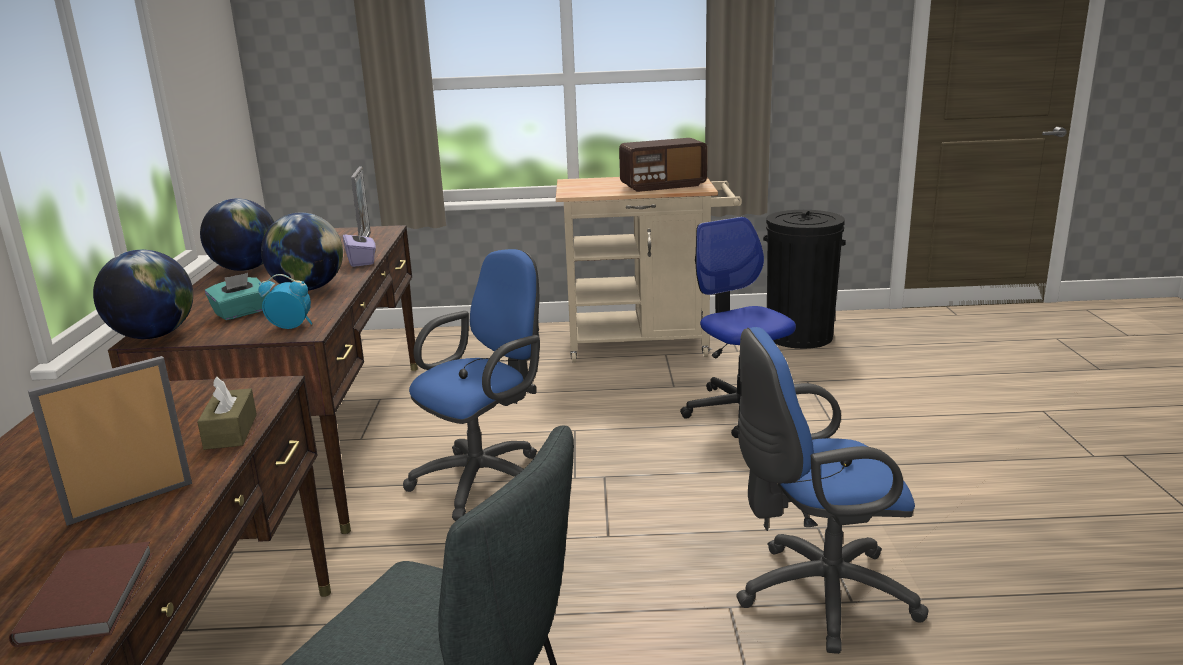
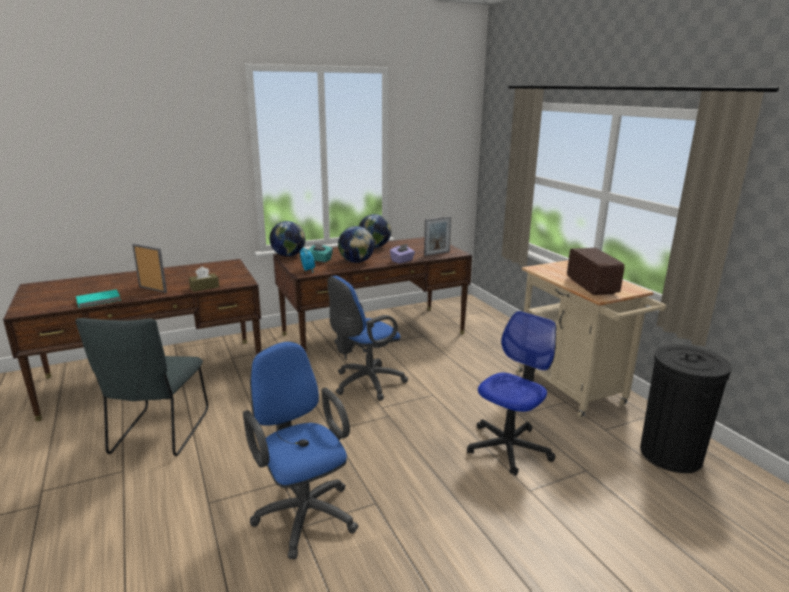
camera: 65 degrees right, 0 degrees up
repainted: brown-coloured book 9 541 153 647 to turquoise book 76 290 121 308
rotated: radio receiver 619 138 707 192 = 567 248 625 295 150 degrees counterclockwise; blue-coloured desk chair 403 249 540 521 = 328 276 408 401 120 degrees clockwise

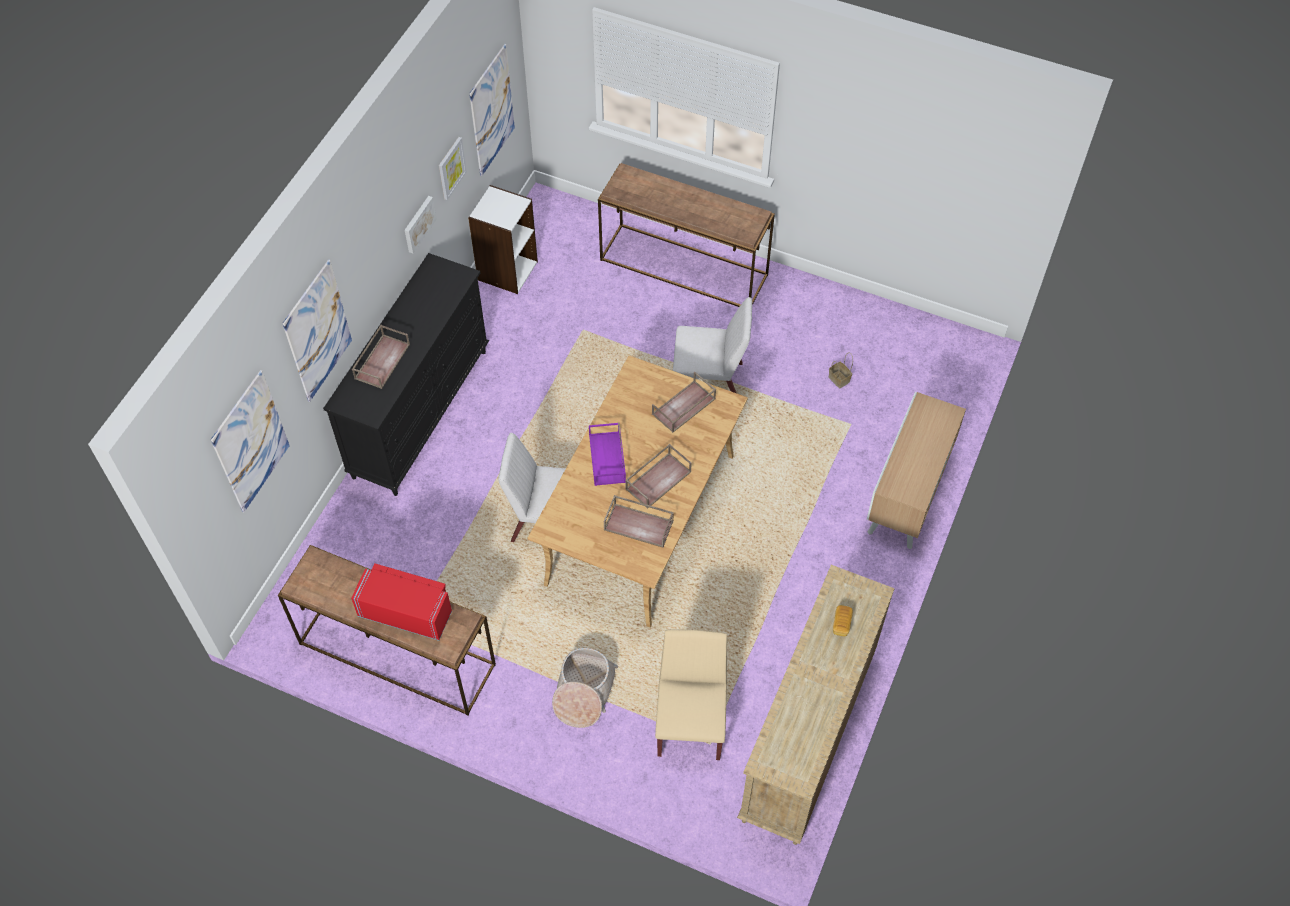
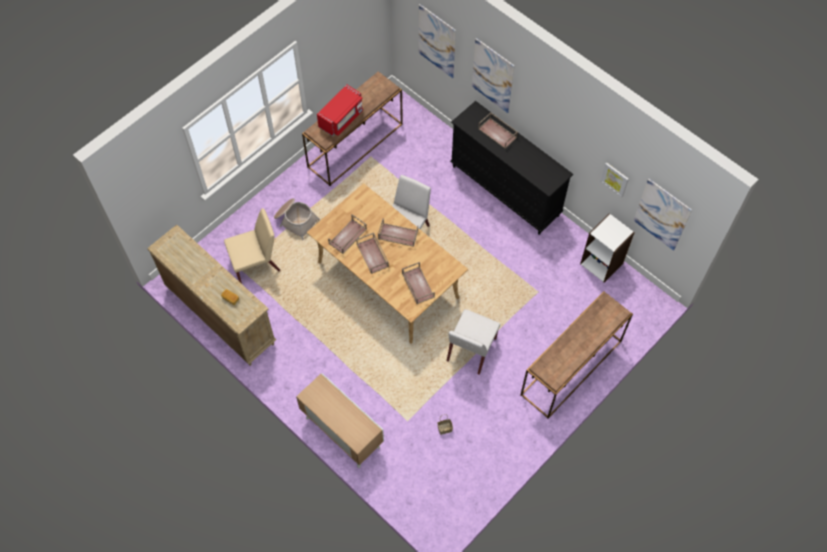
camera: 110 degrees right, 5 degrees up
gone: wall picture 405 196 437 253
repainted: purple-coloured carrying tray 589 423 626 486 to brown-coloured carrying tray 378 218 418 247
rotated: beige plain chair 655 629 727 760 = 224 208 280 284 45 degrees counterclockwise

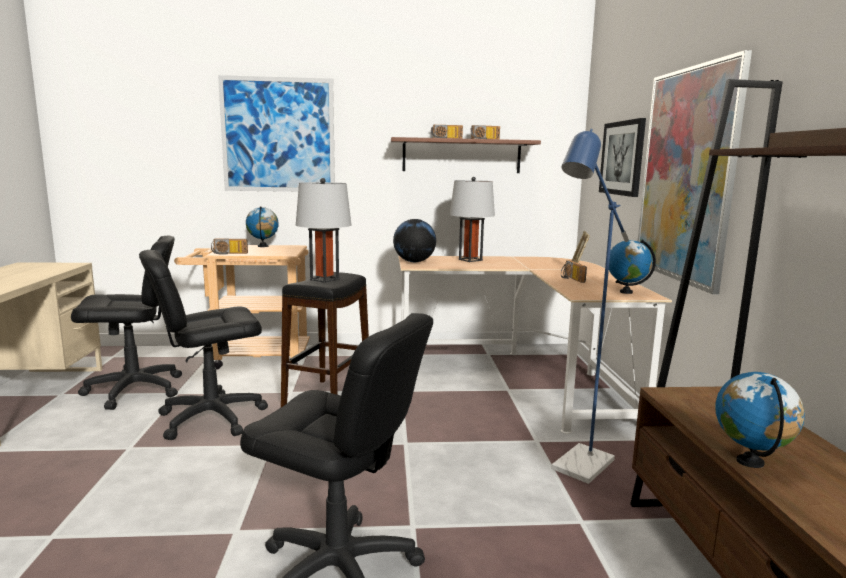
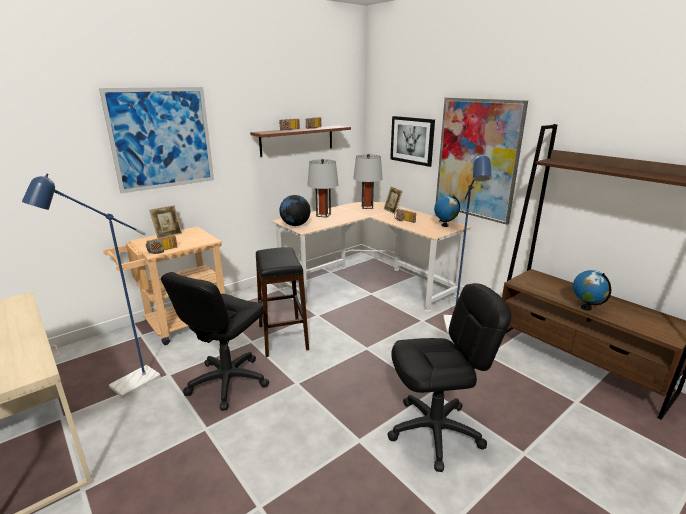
camera: 35 degrees left, 10 degrees up
shifted: greyish tabletop lamp 296 178 351 283 to 353 154 383 209
swapped: globe 246 206 279 247 to picture frame 149 205 182 238; blackish desk chair 71 236 182 410 to blue-coloured standard lamp 22 174 161 398

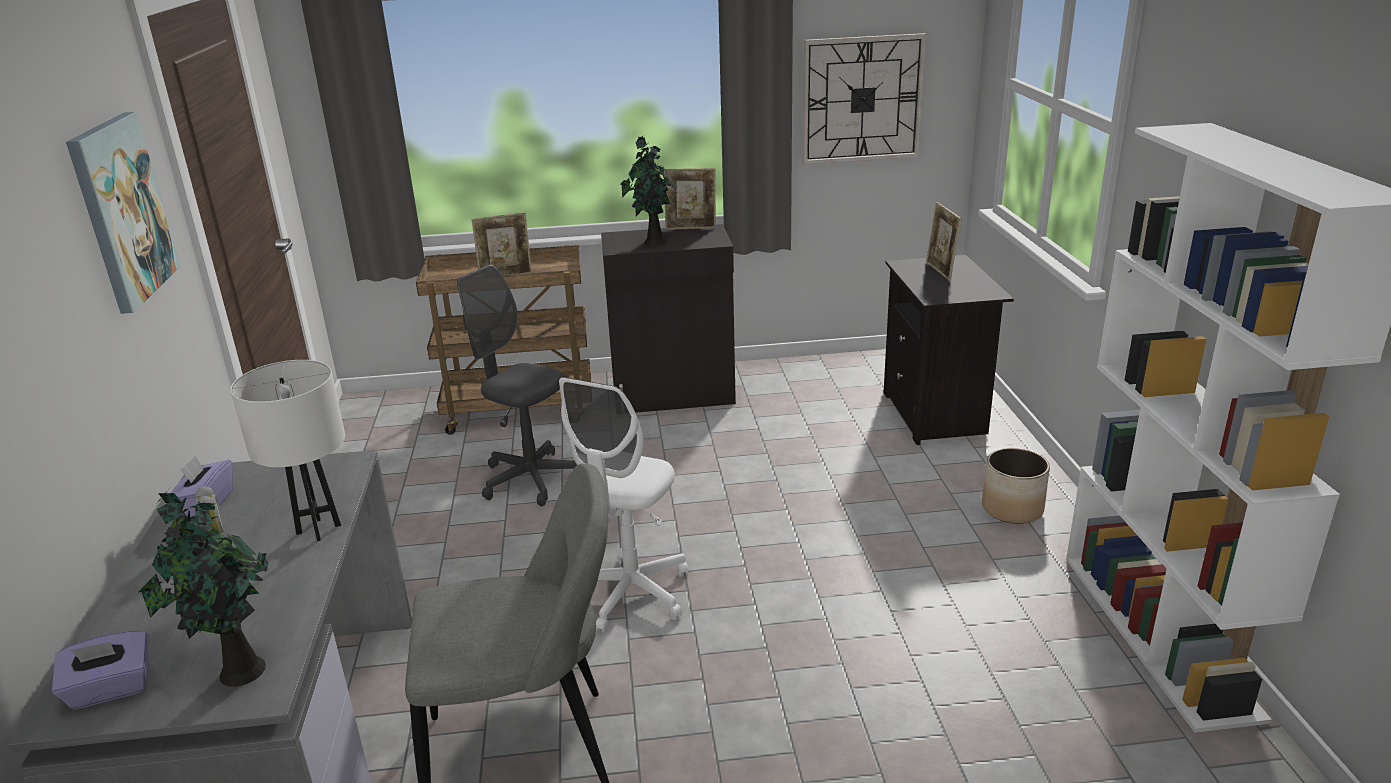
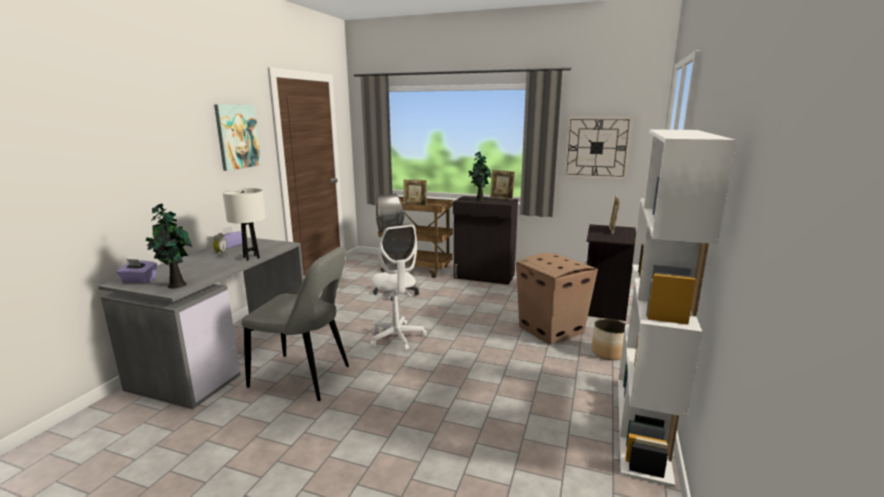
camera: 25 degrees right, 10 degrees down
new: packing box 516 253 598 345
rotated: whitish desk chair 559 377 688 632 = 370 225 427 351 75 degrees counterclockwise

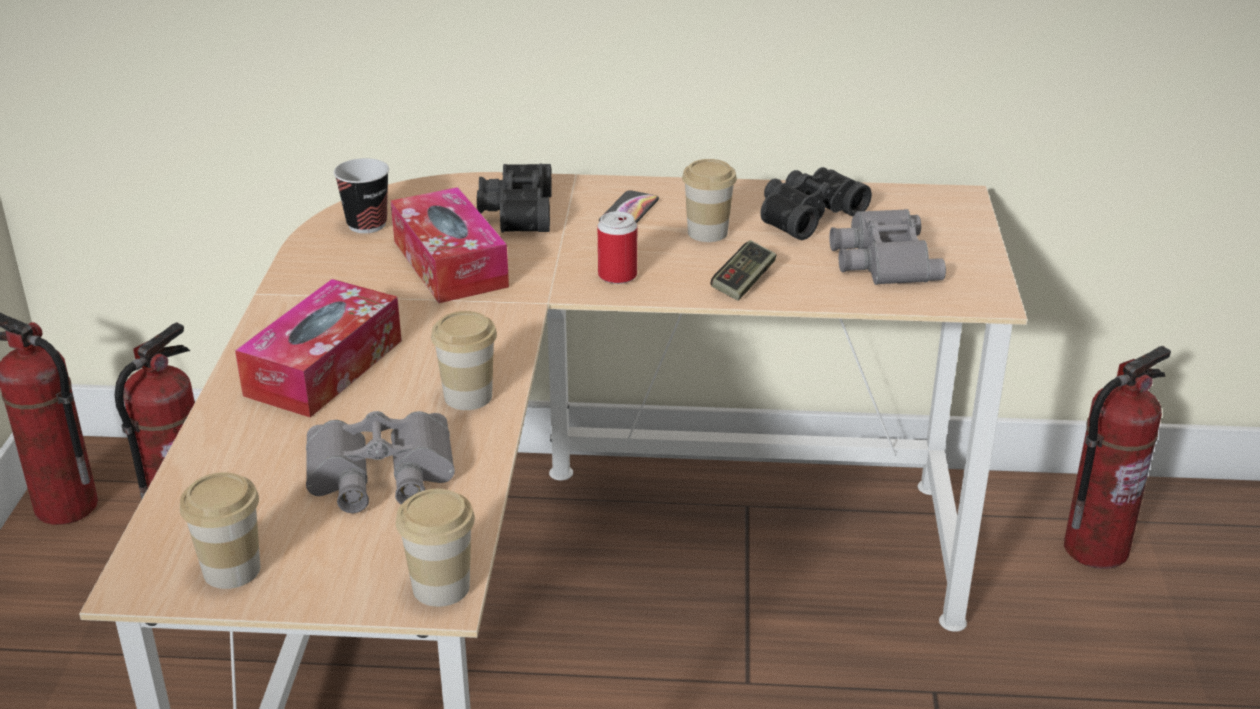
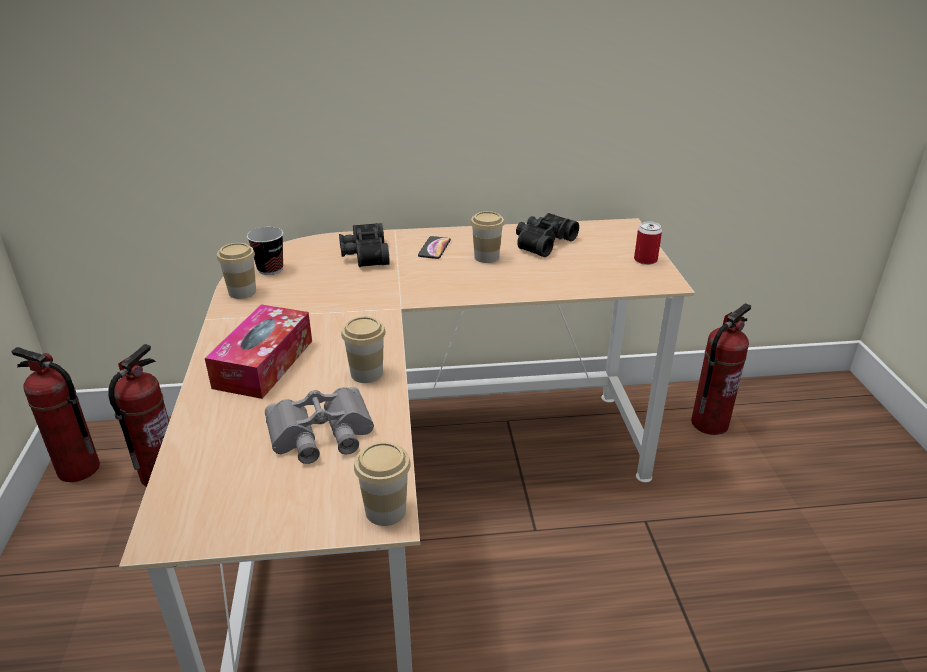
camera: 10 degrees left, 0 degrees up
gone: box of tissues 391 187 509 303; greyish pair of binoculars 829 209 946 285; joypad 711 240 777 301
shifted: sealed can 598 211 637 284 to 634 221 662 265; cup 180 472 260 589 to 217 243 256 299

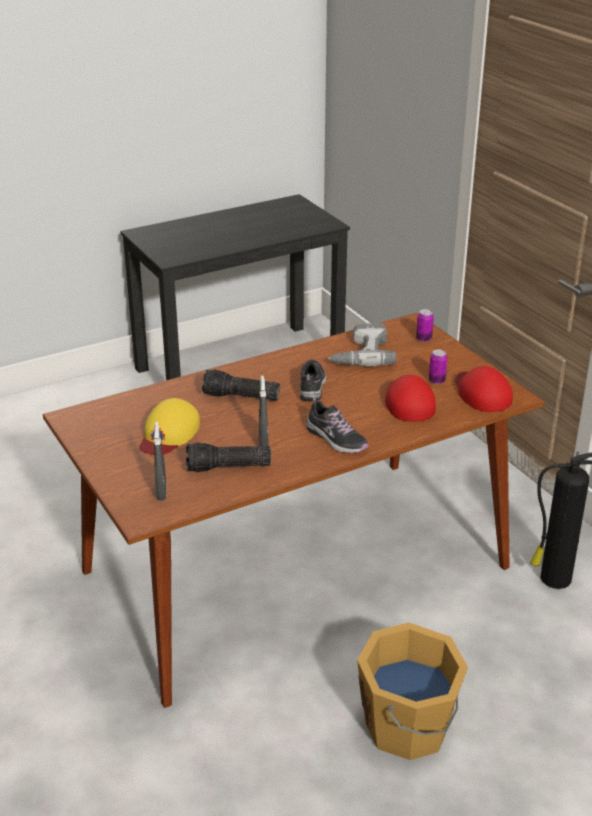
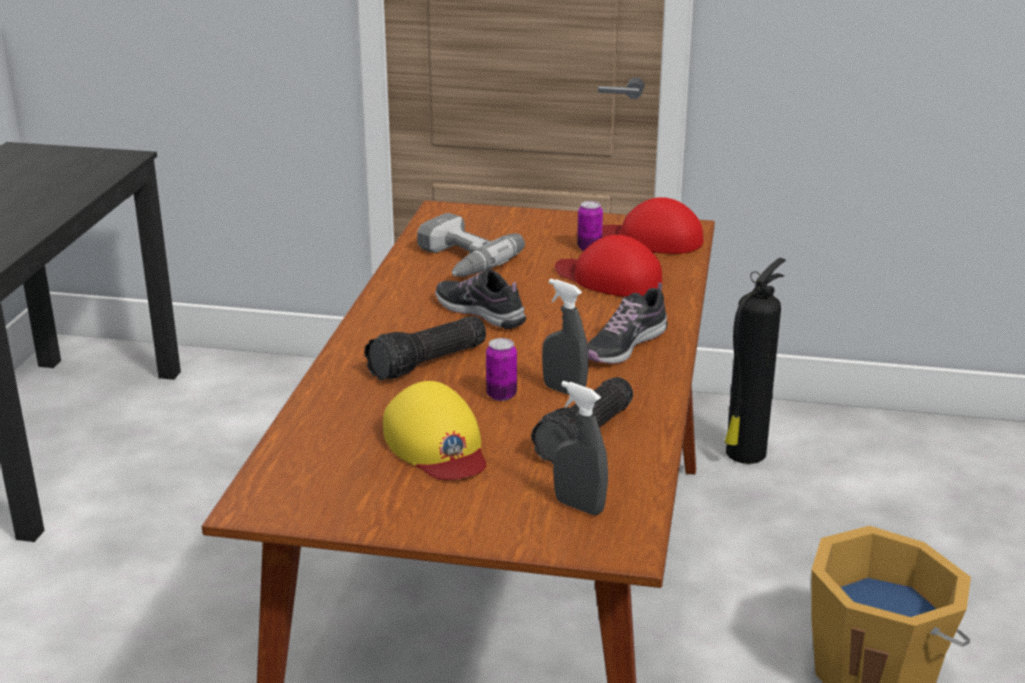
camera: 50 degrees left, 5 degrees down
shifted: sealed can 416 309 434 342 to 486 338 517 401
rotated: shoe 306 397 369 453 = 587 283 668 364 135 degrees clockwise

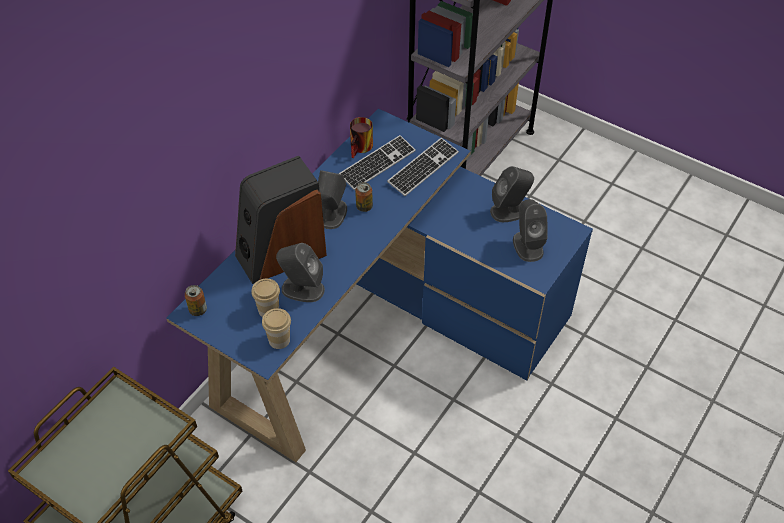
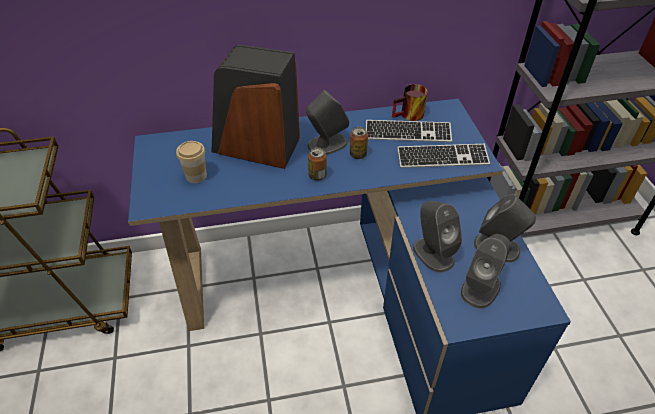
camera: 45 degrees right, 5 degrees down
gone: cup 262 308 291 349
shifted: greyish loudspeaker 276 243 325 302 to 413 201 462 273; sealed can 185 285 207 316 to 308 147 327 181

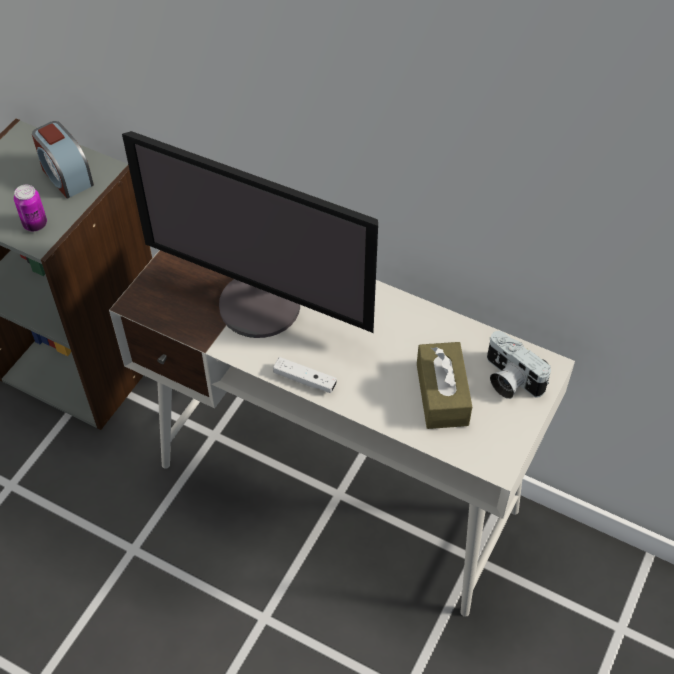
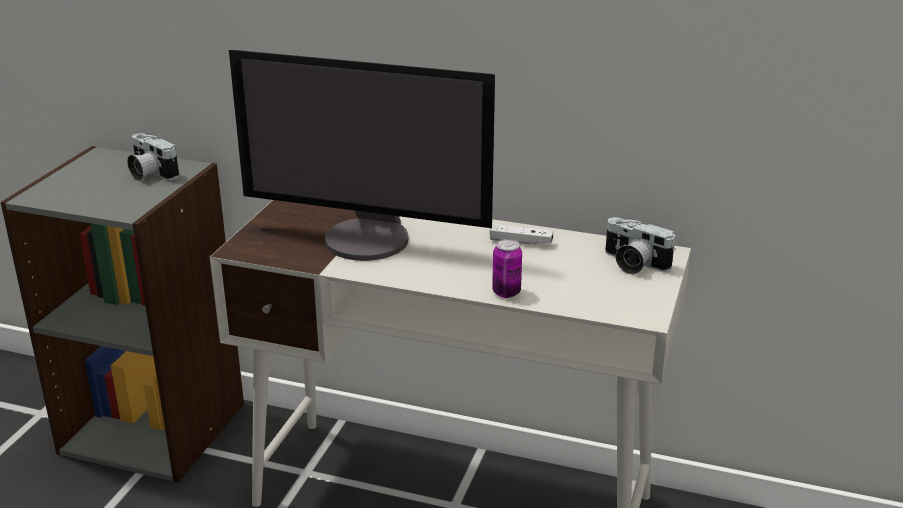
camera: 10 degrees left, 25 degrees down
gone: brown-coloured box of tissues 417 342 472 429
shifted: sealed can 14 185 47 231 to 492 239 522 298; whitish joypad 273 357 337 393 to 489 224 553 245
swapped: bedside clock 32 121 94 199 to still camera 127 133 179 181

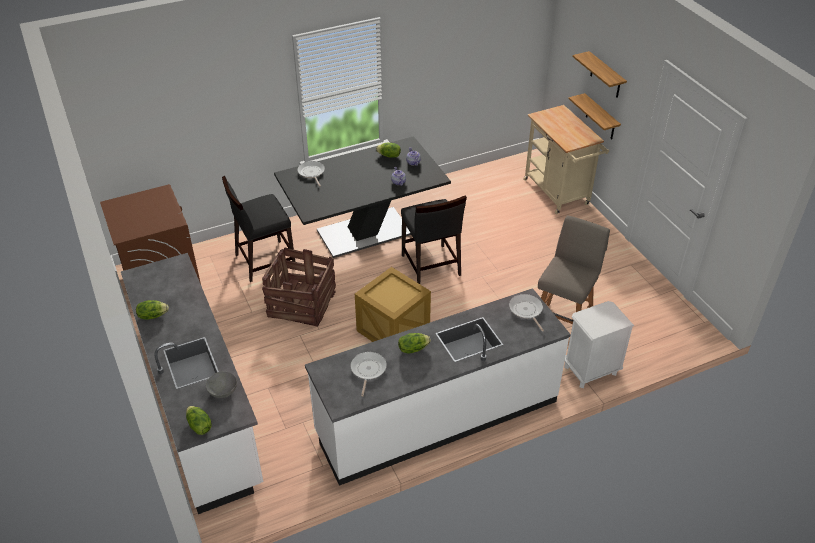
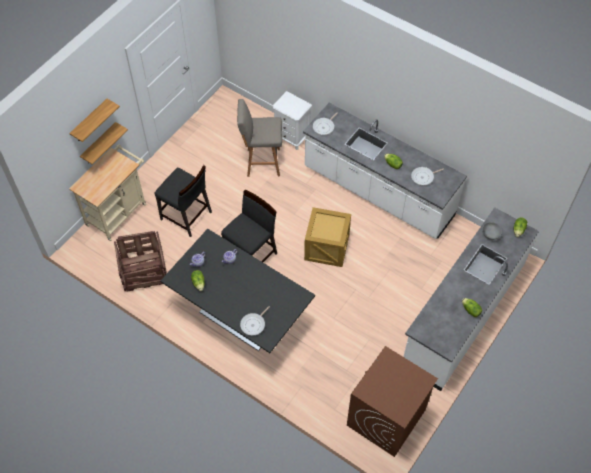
camera: 120 degrees left, 15 degrees up
shifted: blackish plain chair 222 176 296 282 to 154 165 212 237; crate 262 248 336 327 to 114 231 167 292

